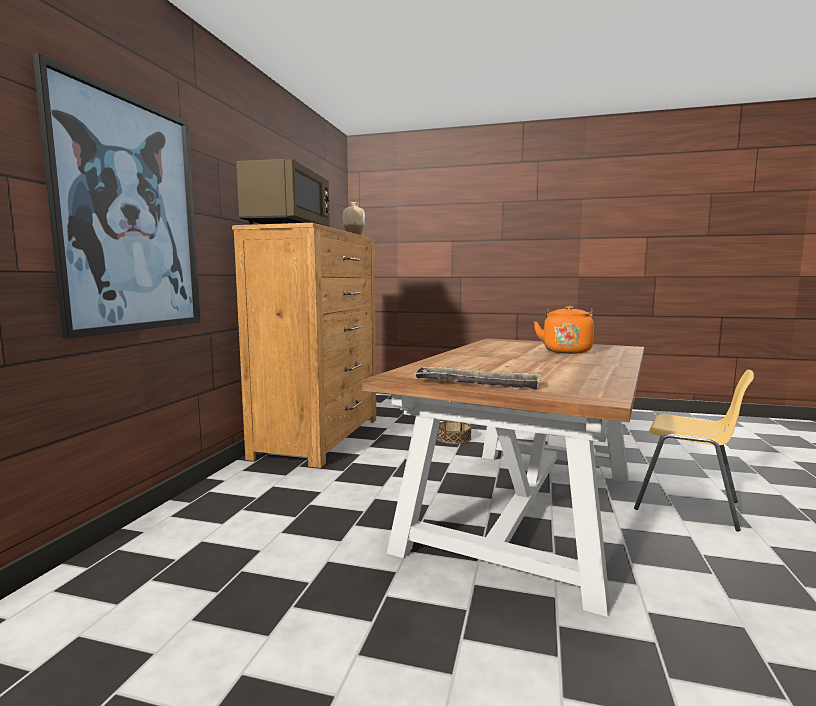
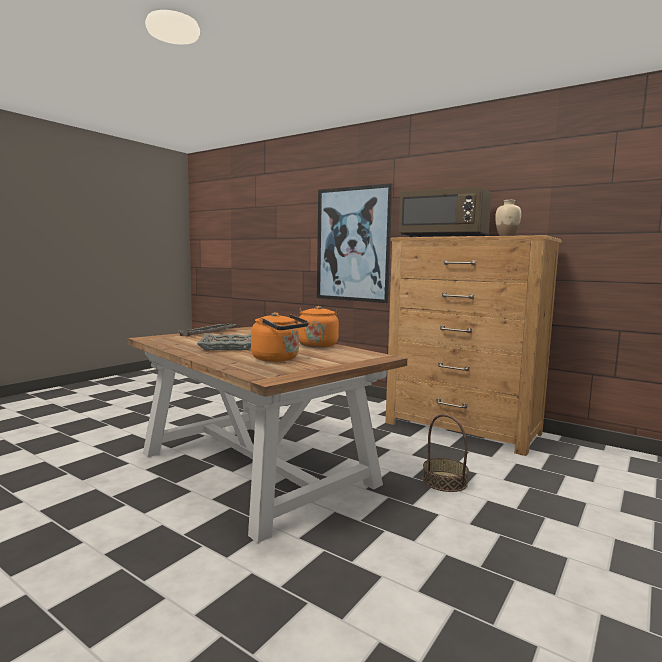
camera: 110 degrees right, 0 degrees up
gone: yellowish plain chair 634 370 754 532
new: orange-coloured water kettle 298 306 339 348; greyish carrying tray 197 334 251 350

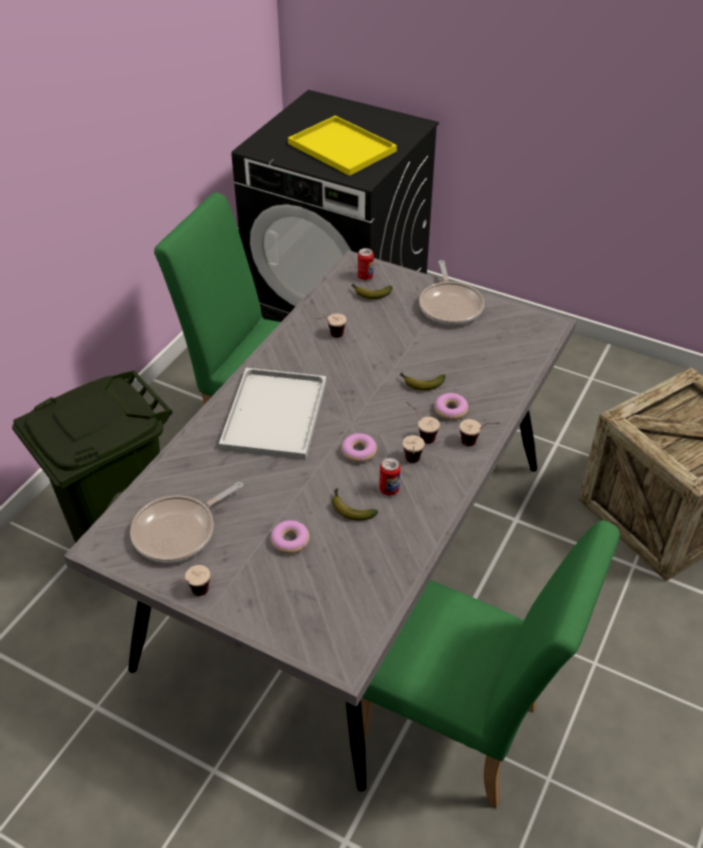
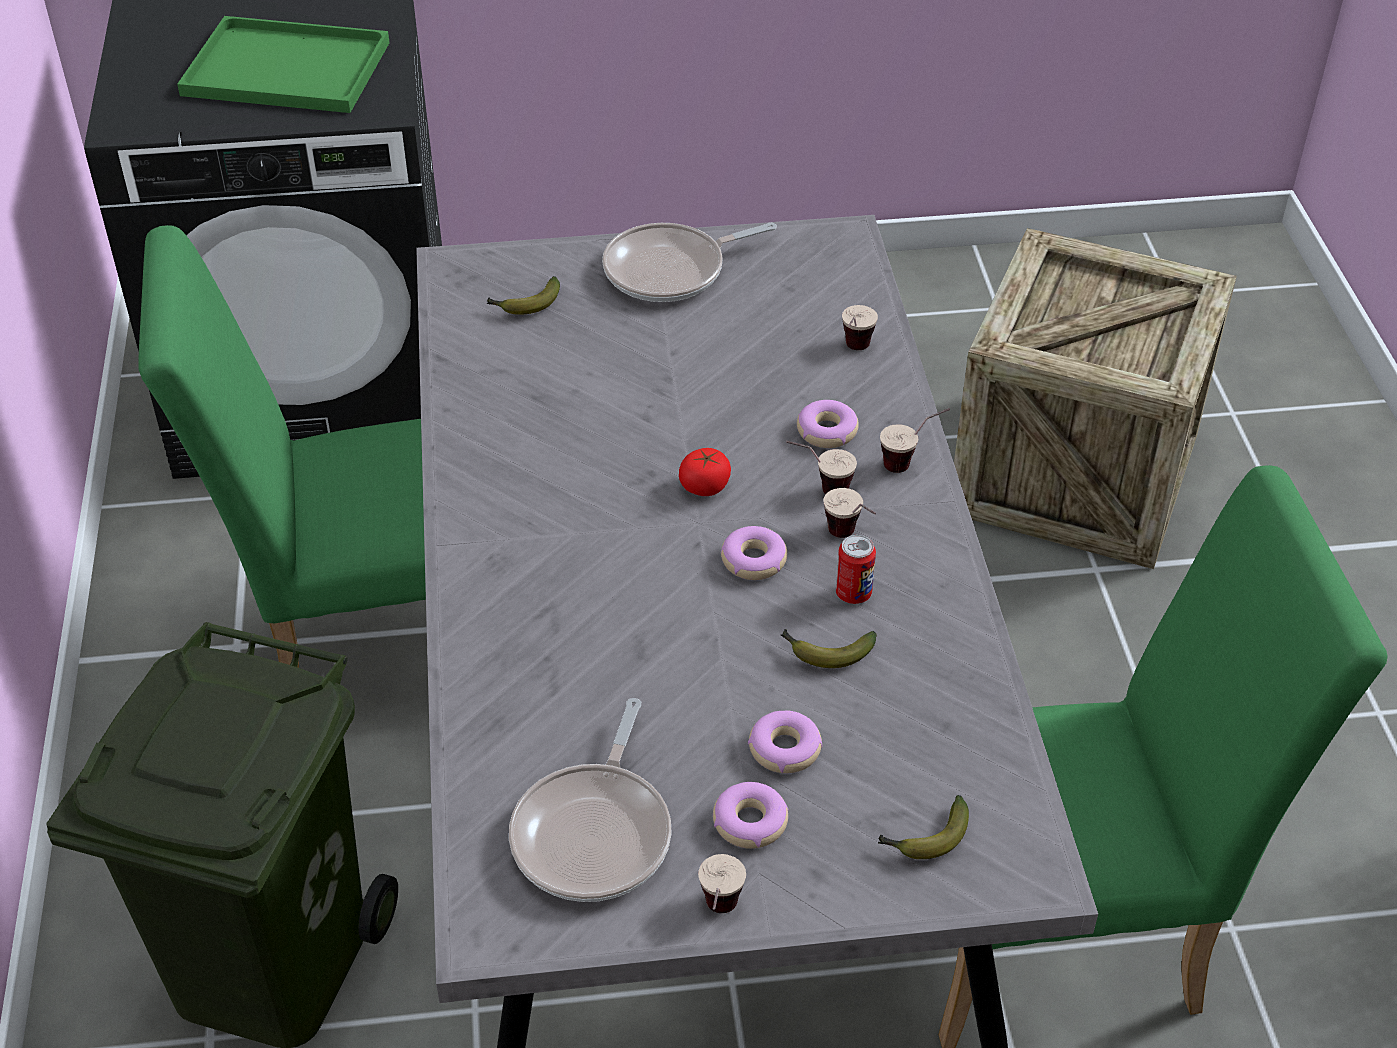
camera: 35 degrees left, 0 degrees up
gone: sealed can 358 248 374 280; whitish carrying tray 219 368 326 460
new: tomato 679 448 731 496; ring doughnut 713 782 788 849
shifted: cup 316 313 346 338 to 842 305 878 350; banana fruit 400 372 446 390 to 878 795 969 859
repainted: yellowish carrying tray 288 116 397 176 to greenish carrying tray 177 16 389 113
rotated: pan 419 260 484 325 = 602 222 777 302 105 degrees clockwise

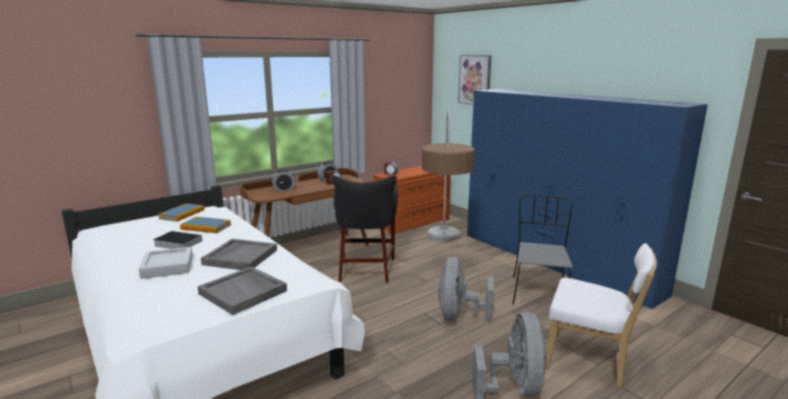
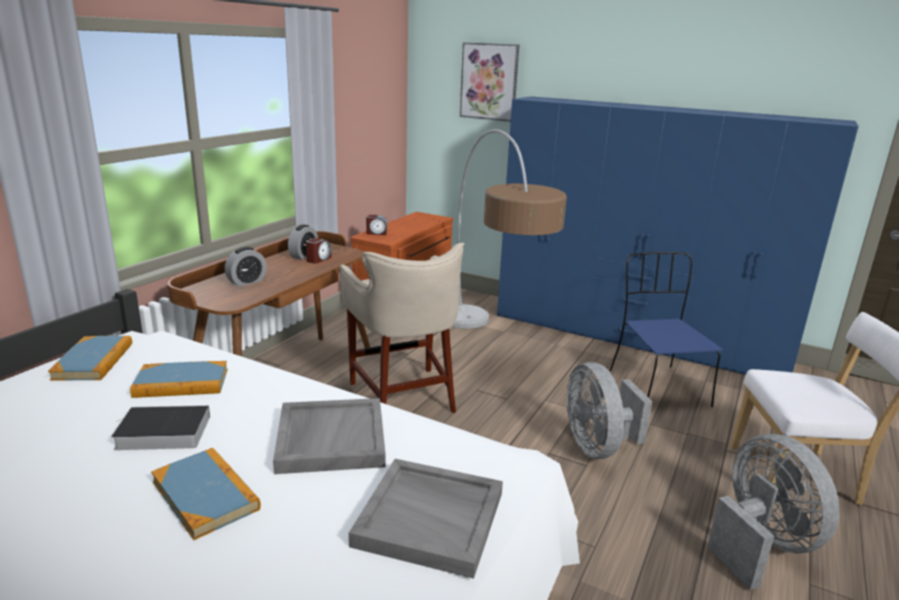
camera: 25 degrees left, 5 degrees up
swapped: greyish carrying tray 139 247 193 279 to book 151 448 261 540
repainted: blackish stool seat 332 175 398 283 to beige stool seat 339 243 464 413; greyish plain chair 512 195 573 304 to blue-coloured plain chair 610 252 723 407

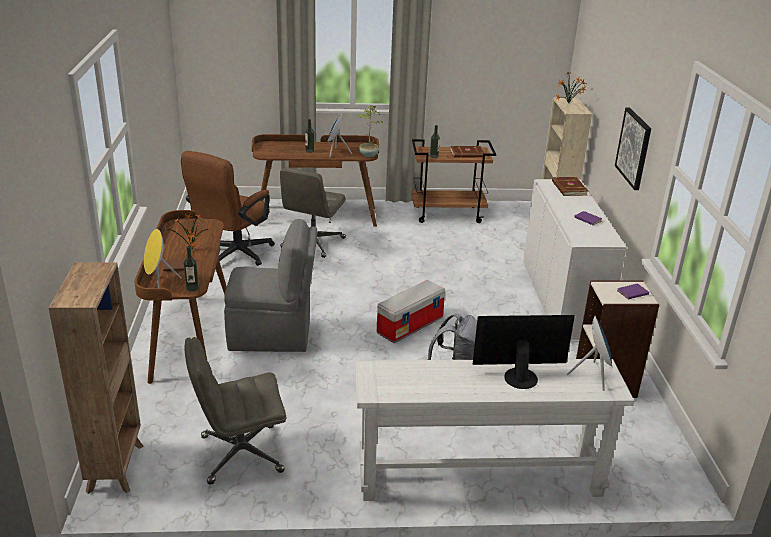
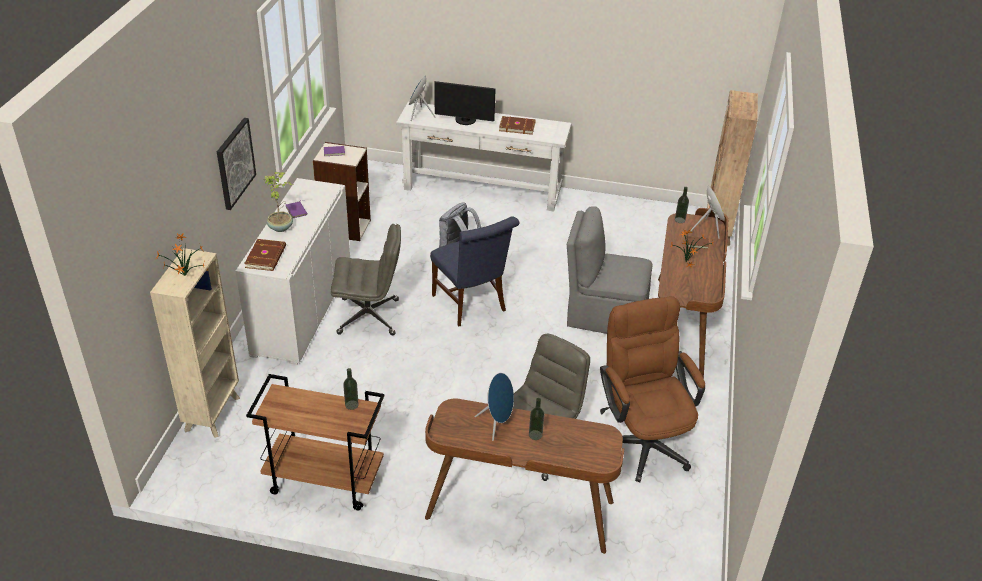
camera: 165 degrees left, 10 degrees up
shifted: plant in a pot 356 105 383 157 to 264 172 293 232; brown-coloured book 450 146 485 158 to 499 116 536 135; greyish desk chair 184 337 287 485 to 331 224 401 335
swapped: storage container 377 280 445 343 to blue-coloured plain chair 430 217 520 326
rotated: brown-coloured desk chair 181 151 275 266 = 600 296 705 482 60 degrees counterclockwise

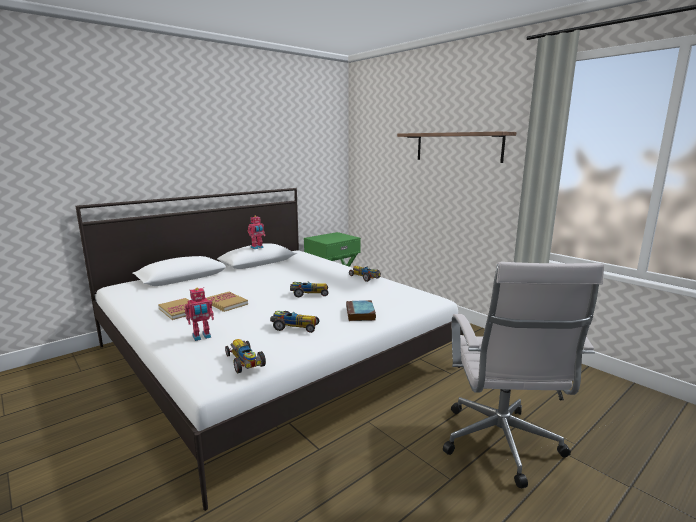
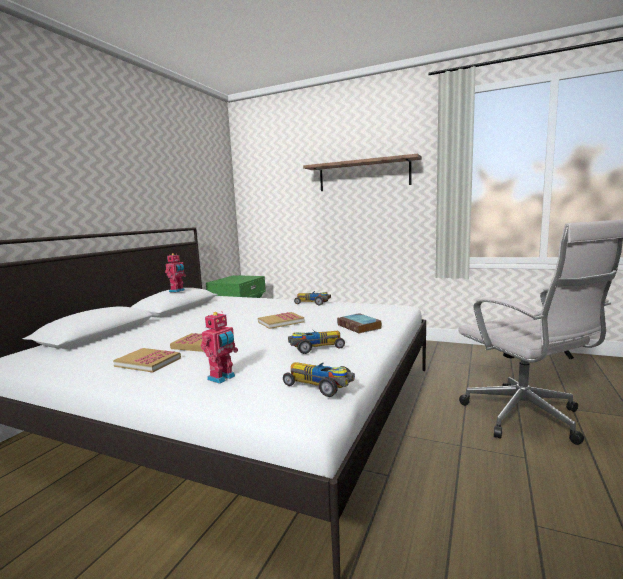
camera: 25 degrees left, 5 degrees down
swapped: miniature car 290 282 328 297 to book 258 312 304 329

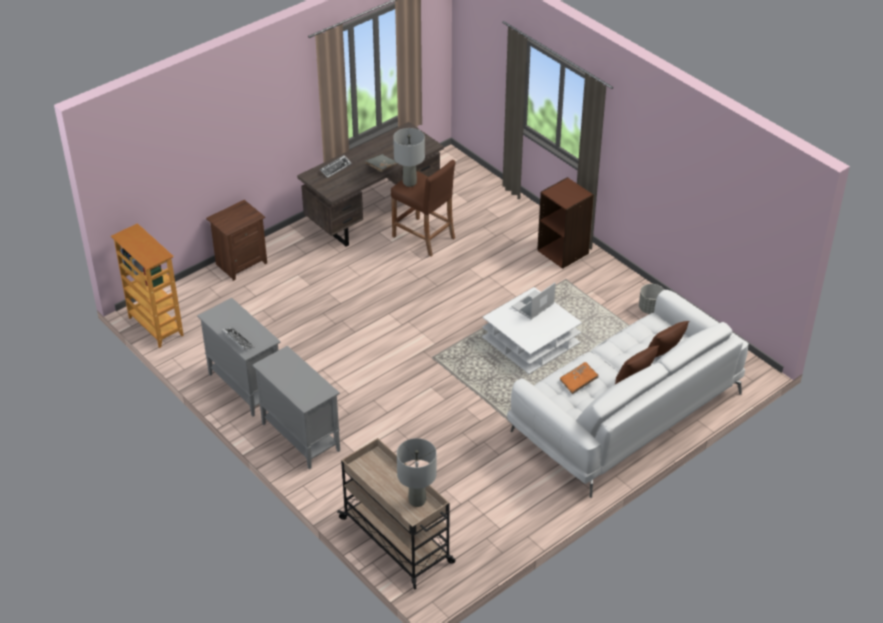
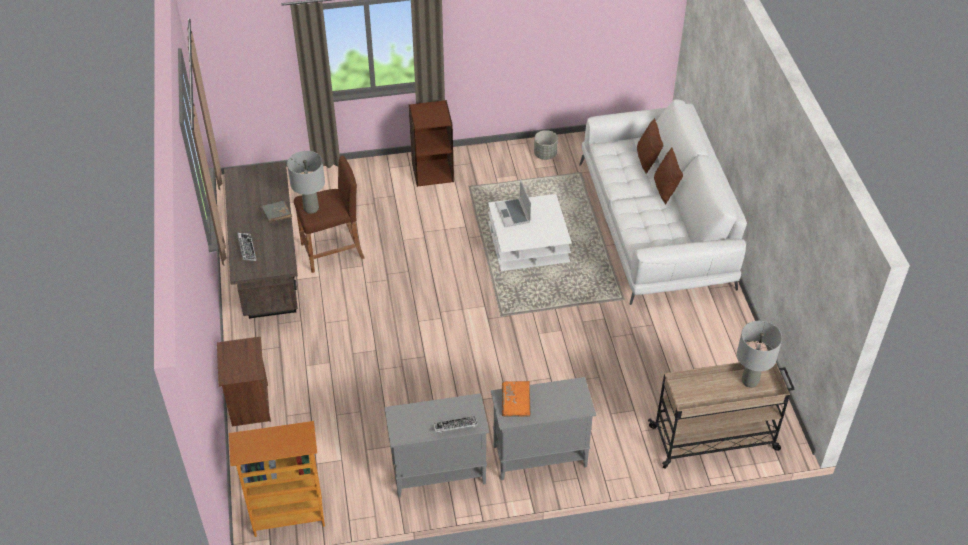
camera: 60 degrees left, 5 degrees up
shifted: orange-coloured book 560 362 599 394 to 502 381 531 417

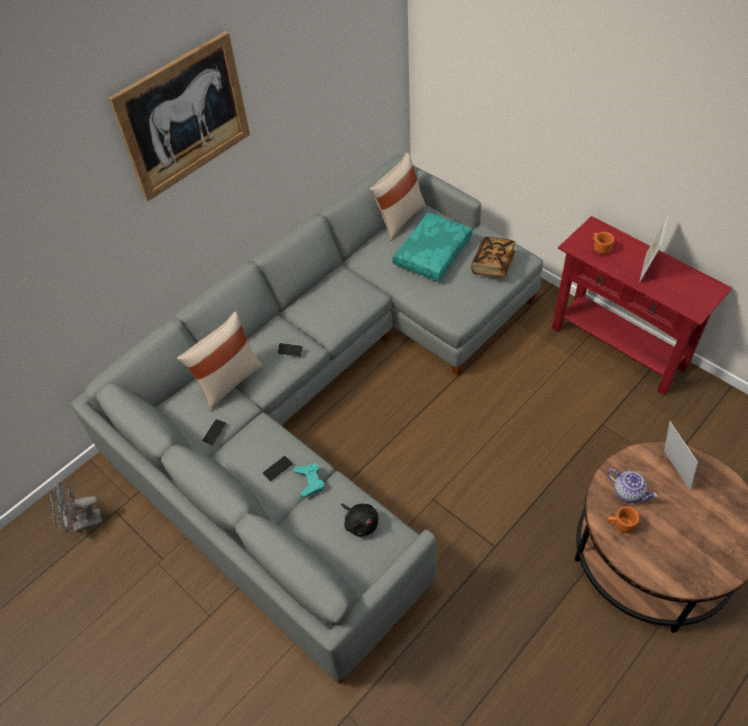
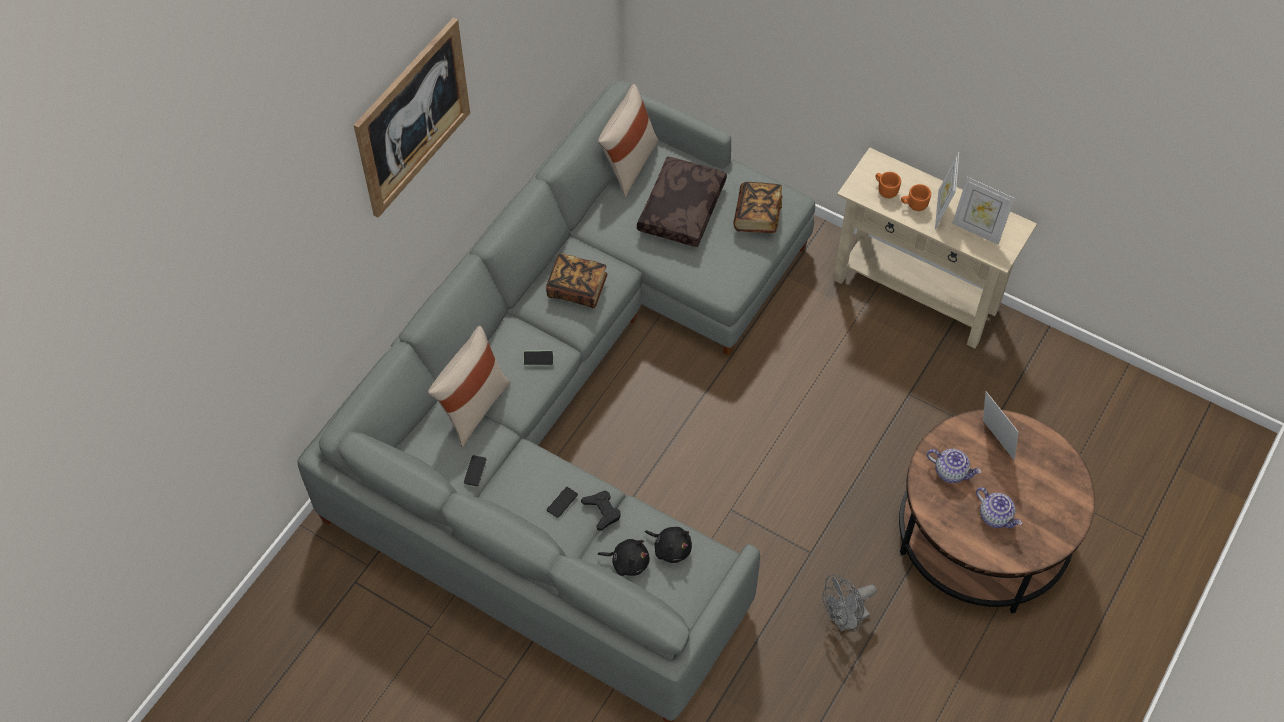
camera: 15 degrees left, 5 degrees up
new: picture frame 952 177 1015 245; book 546 253 607 308; tea pot 976 487 1022 528; blackish plush toy 598 539 650 576
shifted: greyish electric fan 49 482 102 532 to 823 575 877 632; orange-coloured tea mug 607 506 639 533 to 901 184 931 211
repainted: turquoise cushion 392 213 473 282 to brown-coloured cushion 637 156 727 247; red-coloured hall table 552 216 732 395 to beige hall table 833 147 1037 348; turquoise joypad 293 464 324 498 to blackish joypad 581 491 621 531

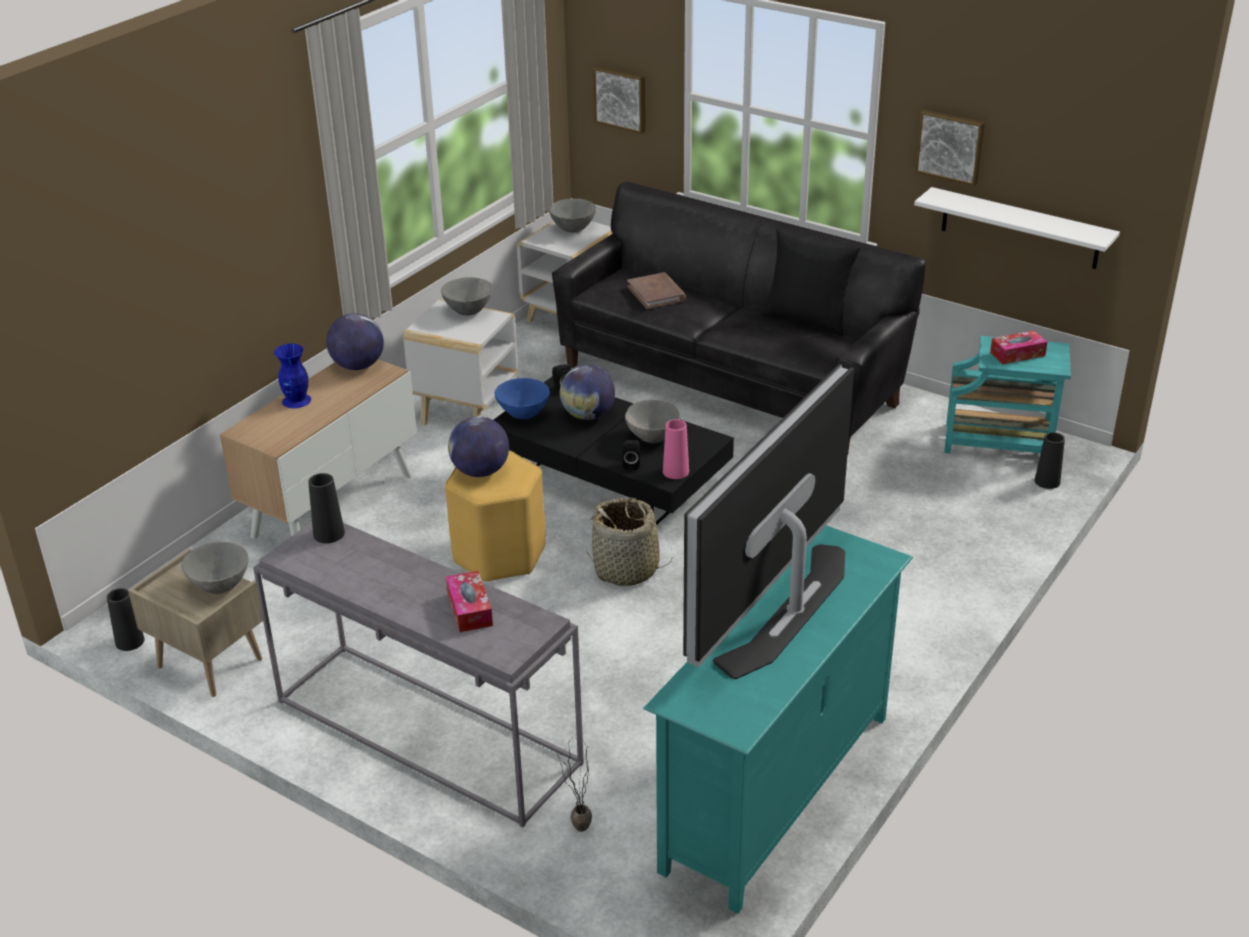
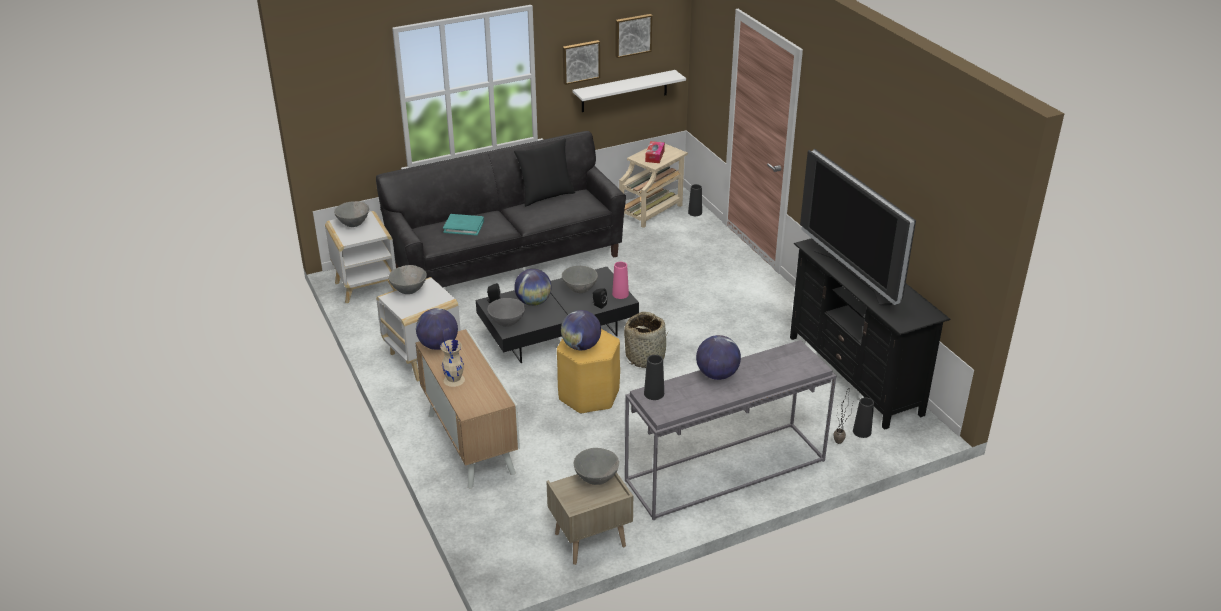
camera: 60 degrees left, 0 degrees up
gone: box of tissues 446 571 493 632
new: globe 696 335 741 380
shifted: wall picture 593 66 645 134 to 616 14 652 58; blackish vase 107 588 145 651 to 853 397 874 438
repainted: brown-coloured book 627 272 686 309 to turquoise book 443 214 484 236; turquoise accent table 944 336 1071 453 to beige accent table 619 141 688 228; blue-coloured vase 274 343 311 408 to beige vase 440 340 465 387; blue-coloured serving bowl 495 378 550 419 to greyish serving bowl 488 298 525 327; turquoise tv unit 643 525 913 914 to blackish tv unit 790 238 951 430

